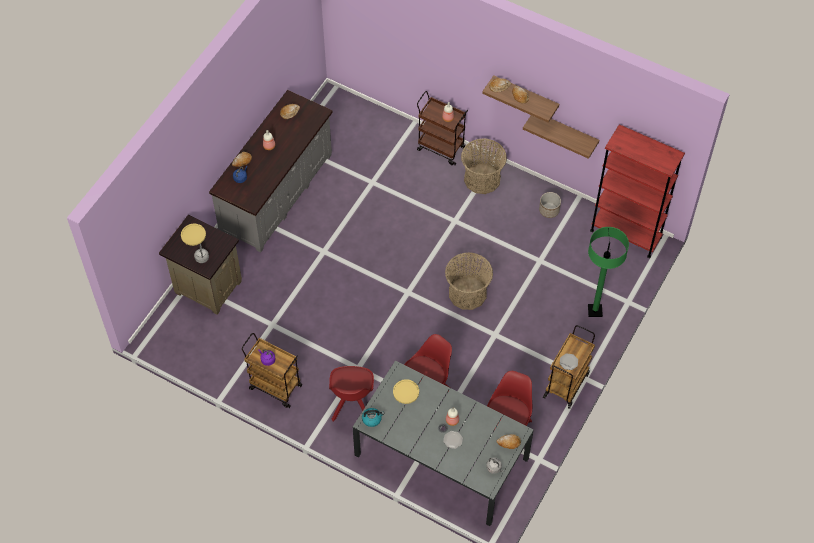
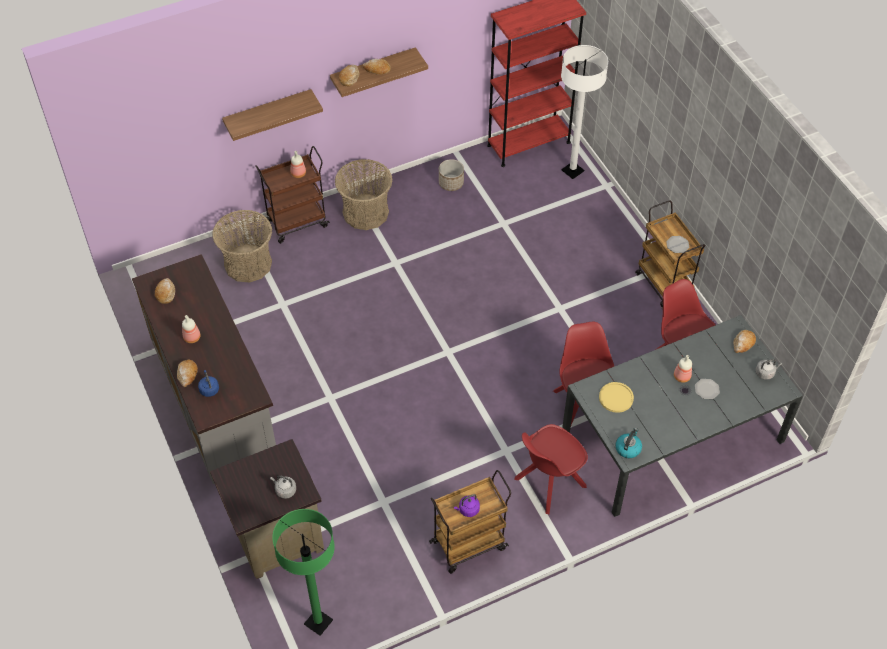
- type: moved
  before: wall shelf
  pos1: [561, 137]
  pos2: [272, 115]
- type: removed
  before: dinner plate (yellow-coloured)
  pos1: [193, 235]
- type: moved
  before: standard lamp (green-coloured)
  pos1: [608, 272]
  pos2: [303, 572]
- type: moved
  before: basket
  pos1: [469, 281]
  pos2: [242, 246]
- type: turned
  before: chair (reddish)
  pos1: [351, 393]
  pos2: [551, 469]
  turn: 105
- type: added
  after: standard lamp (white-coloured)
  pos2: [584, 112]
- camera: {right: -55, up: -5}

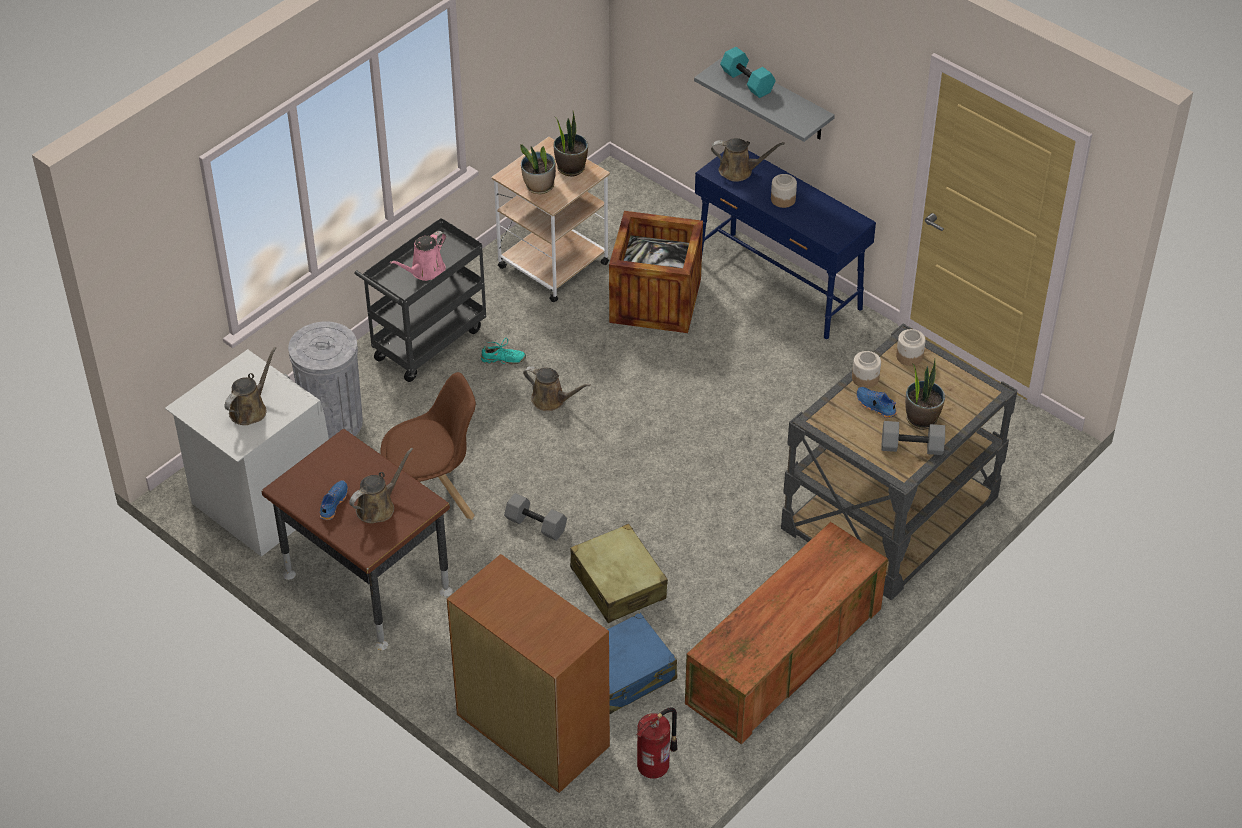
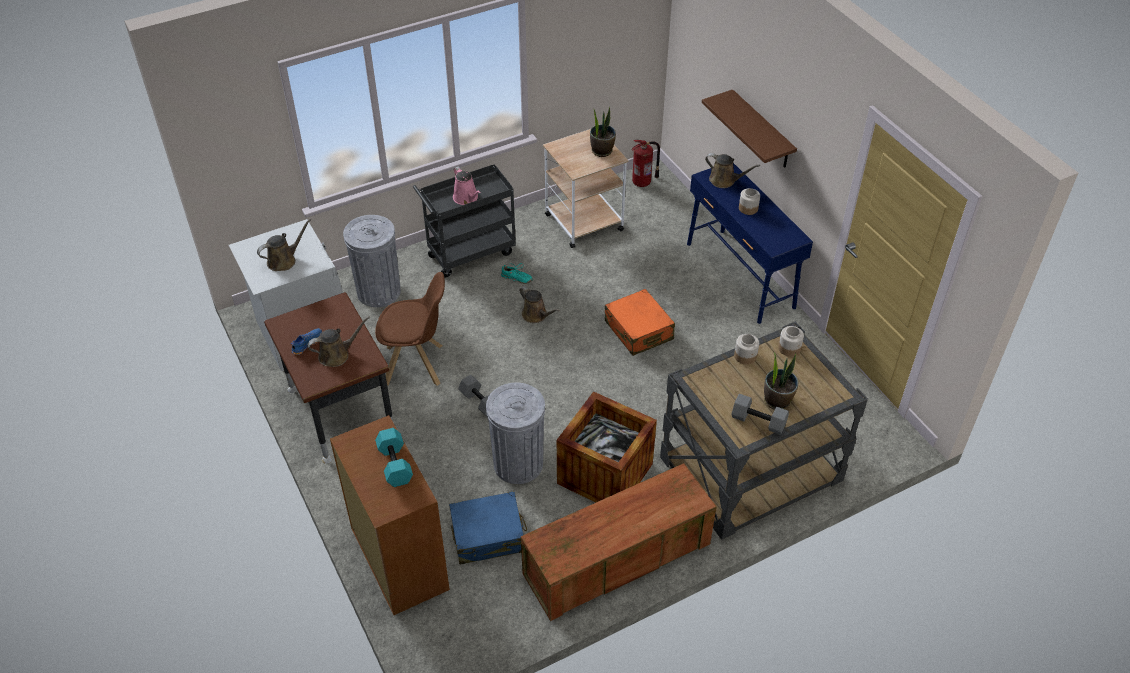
- type: moved
  before: dumbbell (turquoise-coloured)
  pos1: [748, 72]
  pos2: [394, 457]
- type: recoloured
  before: wall shelf (gray)
  after: wall shelf (brownish)
  pos1: [764, 99]
  pos2: [749, 128]
- type: removed
  before: plant in a pot
  pos1: [538, 169]
- type: moved
  before: crate
  pos1: [656, 272]
  pos2: [607, 447]
- type: turned
  before: watering pot (pink)
  pos1: [418, 256]
  pos2: [466, 186]
  turn: -90
- type: removed
  before: shoe (blue)
  pos1: [877, 402]
- type: replaced
  before: suitcase (beige)
  after: rubbish bin (gray)
  pos1: [619, 573]
  pos2: [515, 433]
- type: moved
  before: extinguisher
  pos1: [657, 743]
  pos2: [645, 163]
- type: added
  after: suitcase (orange)
  pos2: [640, 322]
- camera: {right: 20, up: 0}

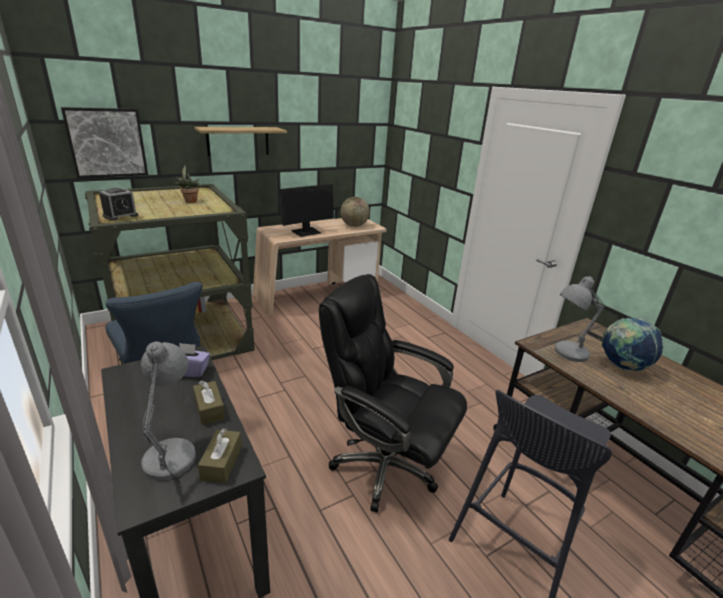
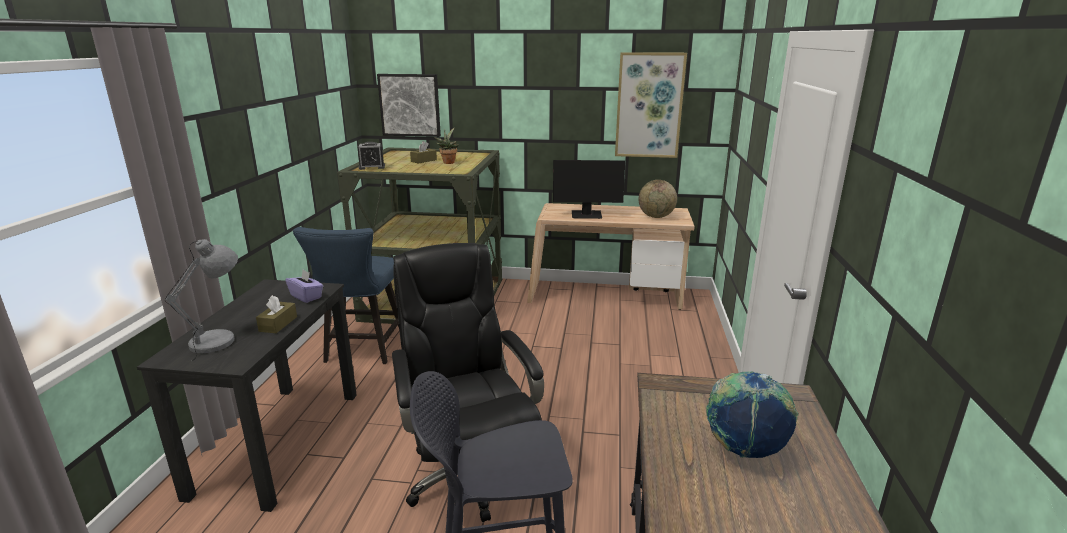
- type: removed
  before: wall shelf
  pos1: [240, 141]
- type: removed
  before: tabletop lamp (gray)
  pos1: [580, 318]
- type: moved
  before: tissue holder (brownish)
  pos1: [220, 455]
  pos2: [423, 152]
- type: added
  after: wall art
  pos2: [651, 105]
- camera: {right: 40, up: -5}

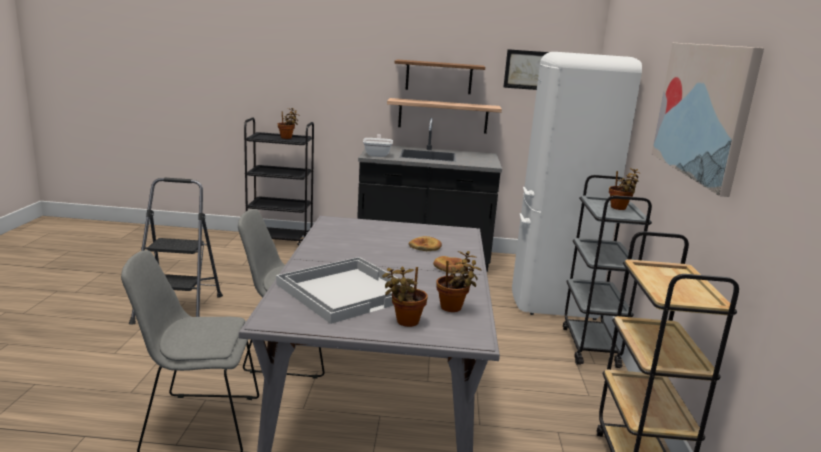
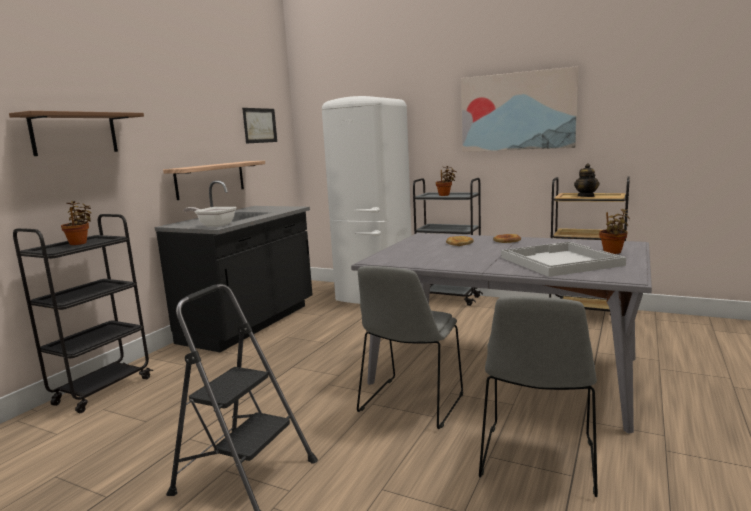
- type: moved
  before: wall shelf (brownish)
  pos1: [439, 76]
  pos2: [76, 133]
- type: removed
  before: plant in a pot
  pos1: [459, 281]
- type: added
  after: tea pot
  pos2: [587, 180]
- camera: {right: -65, up: -5}

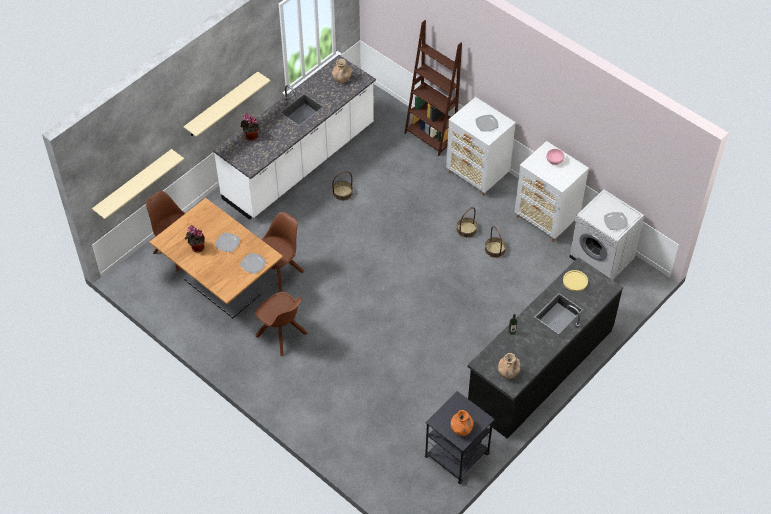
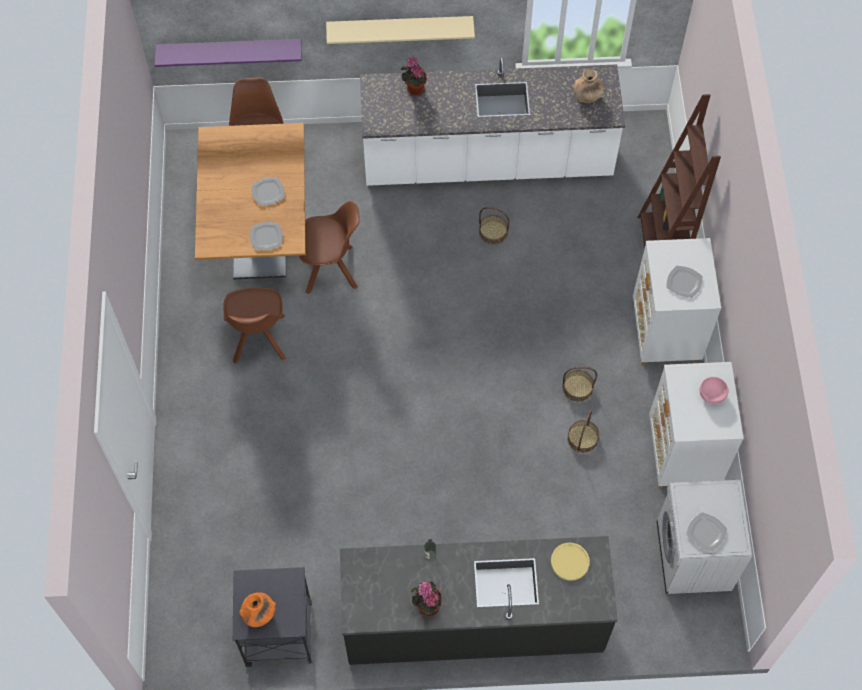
- type: recoloured
  before: wall shelf (beige)
  after: wall shelf (purple)
  pos1: [138, 184]
  pos2: [228, 53]
- type: moved
  before: plant in a pot
  pos1: [195, 239]
  pos2: [426, 599]
- type: removed
  before: decorative vase (brownish)
  pos1: [509, 366]
- camera: {right: 45, up: 10}

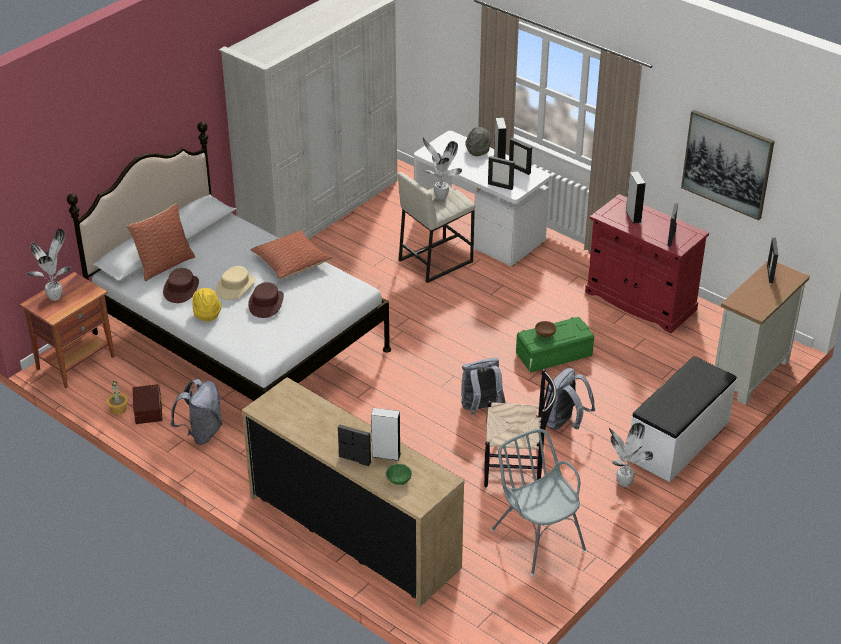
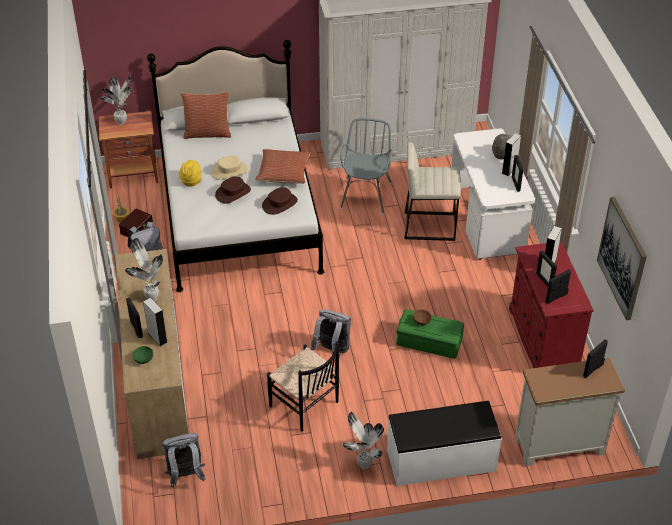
- type: moved
  before: plant in a pot
  pos1: [442, 168]
  pos2: [144, 269]
- type: moved
  before: standing frame
  pos1: [501, 173]
  pos2: [546, 268]
- type: moved
  before: wearable hat (brownish)
  pos1: [181, 285]
  pos2: [280, 201]
- type: moved
  before: knapsack (gray)
  pos1: [570, 399]
  pos2: [183, 460]
- type: moved
  before: chair (gray)
  pos1: [539, 502]
  pos2: [366, 166]
- camera: {right: 40, up: 5}

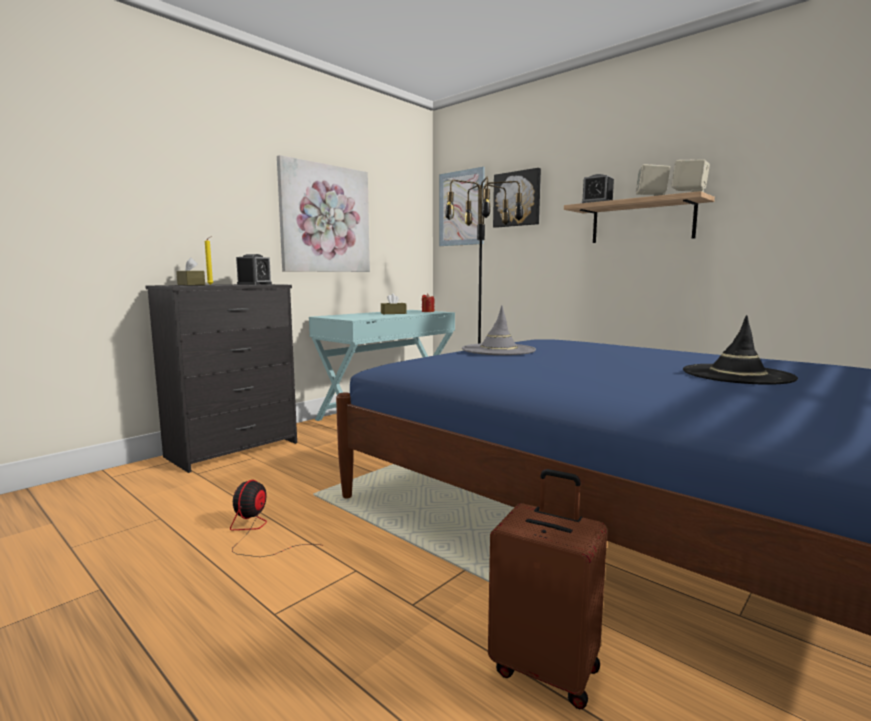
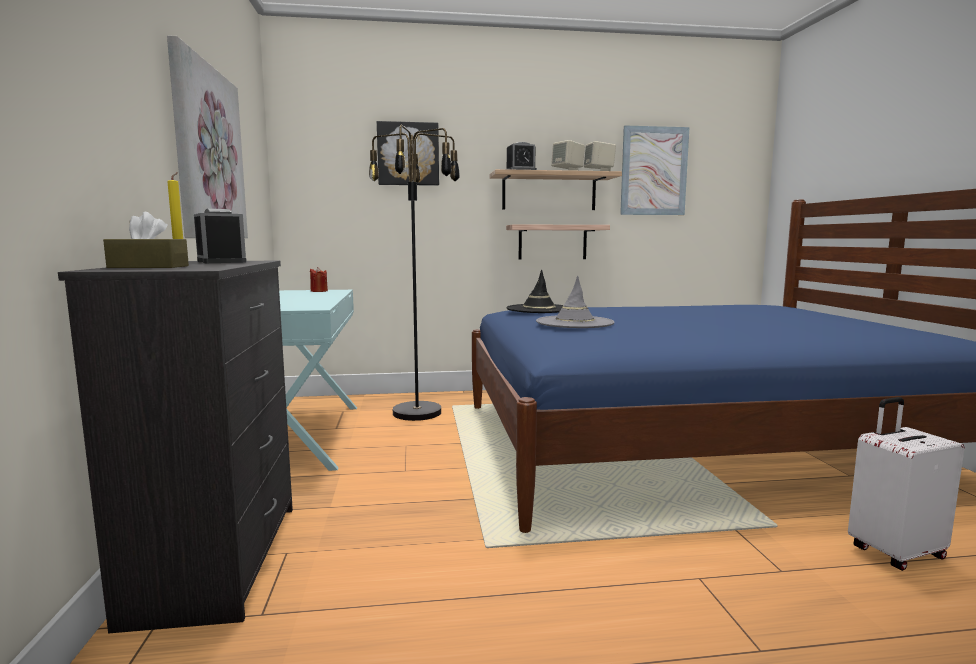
- type: moved
  before: wall art
  pos1: [462, 206]
  pos2: [654, 170]
- type: removed
  before: tissue holder (brownish)
  pos1: [393, 303]
- type: moved
  before: wearable hat (black-coloured)
  pos1: [740, 350]
  pos2: [534, 291]
- type: recoloured
  before: suitcase (brownish)
  after: suitcase (white-coloured)
  pos1: [547, 589]
  pos2: [906, 484]
- type: removed
  before: electric fan
  pos1: [274, 518]
- type: added
  after: wall shelf
  pos2: [558, 242]
- camera: {right: -50, up: 0}

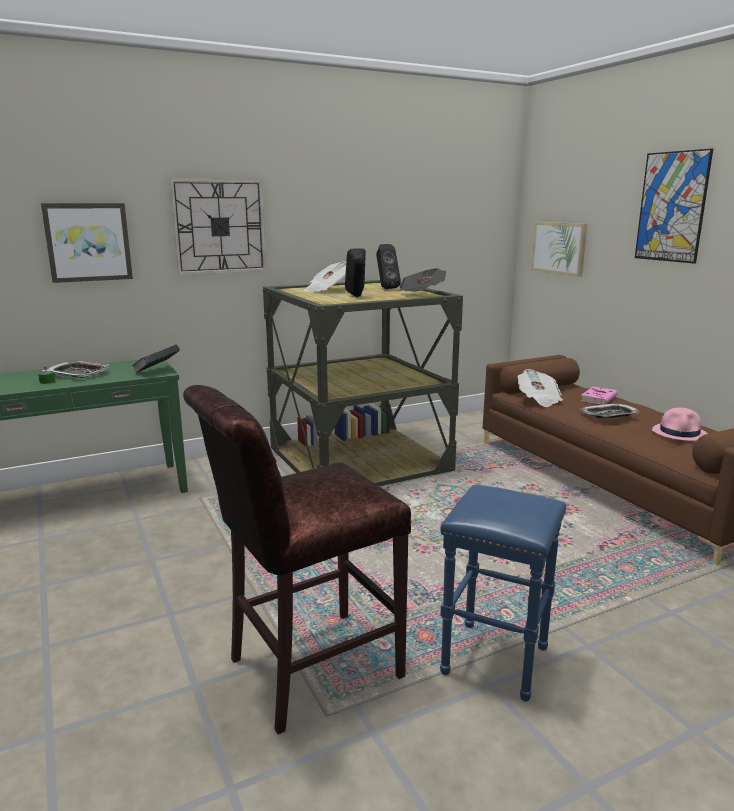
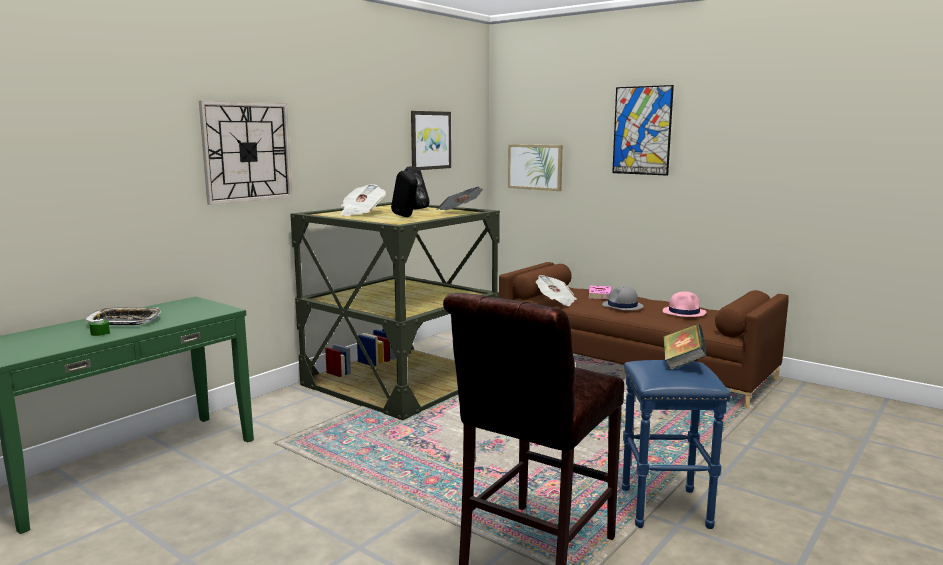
- type: moved
  before: wall art
  pos1: [87, 243]
  pos2: [431, 140]
- type: moved
  before: book
  pos1: [156, 358]
  pos2: [685, 347]
- type: replaced
  before: carrying tray
  after: wearable hat (gray)
  pos1: [610, 411]
  pos2: [623, 298]
- camera: {right: -25, up: -5}

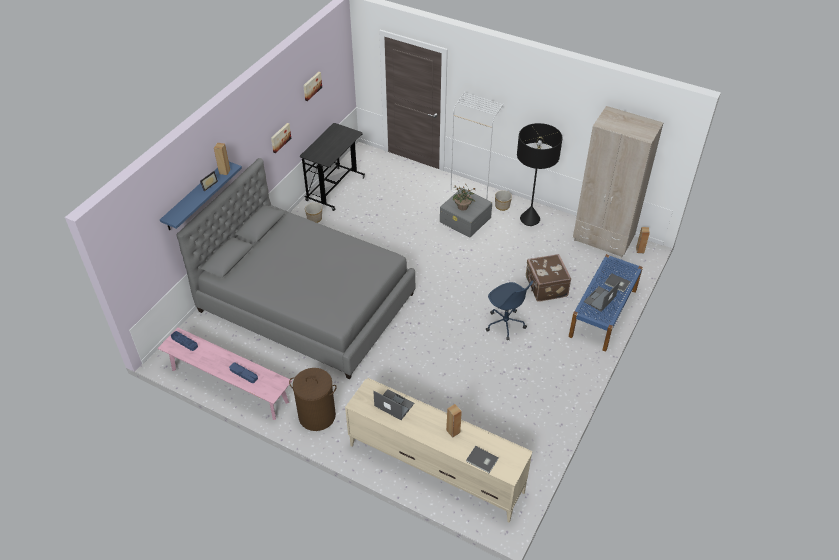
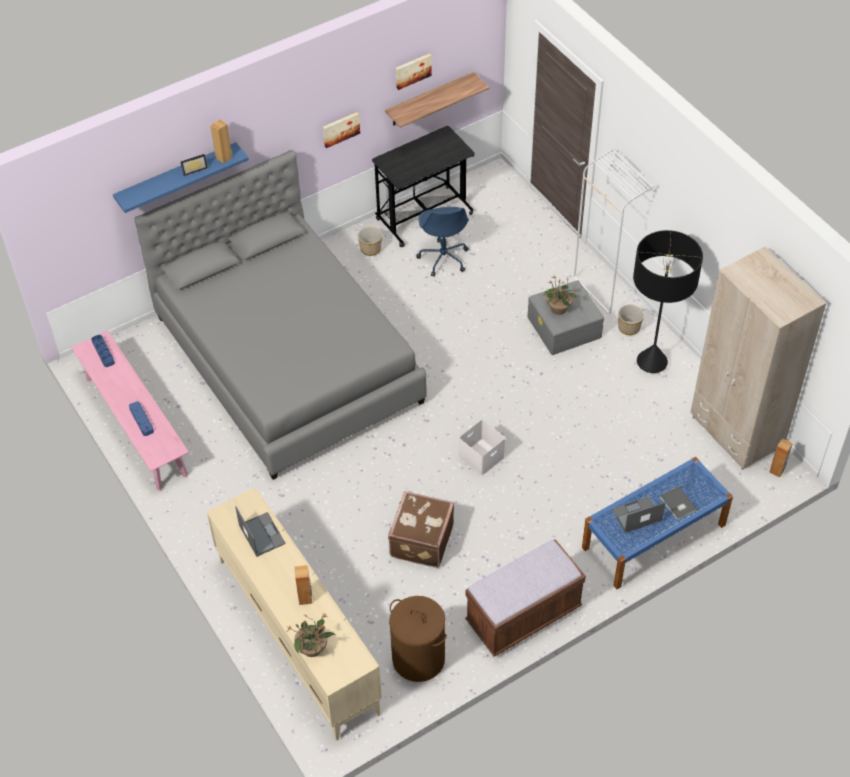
- type: moved
  before: suitcase (brownish)
  pos1: [548, 278]
  pos2: [421, 529]
- type: moved
  before: computer chair (blue)
  pos1: [509, 310]
  pos2: [442, 242]
- type: moved
  before: hamper (brownish)
  pos1: [313, 399]
  pos2: [418, 639]
- type: replaced
  before: book (gray)
  after: plant in a pot
  pos1: [482, 459]
  pos2: [311, 635]
- type: added
  after: wall shelf
  pos2: [437, 100]
- type: added
  after: storage container (white-coloured)
  pos2: [482, 447]
- type: added
  after: long seat (brownish)
  pos2: [525, 598]
- camera: {right: 30, up: 5}

